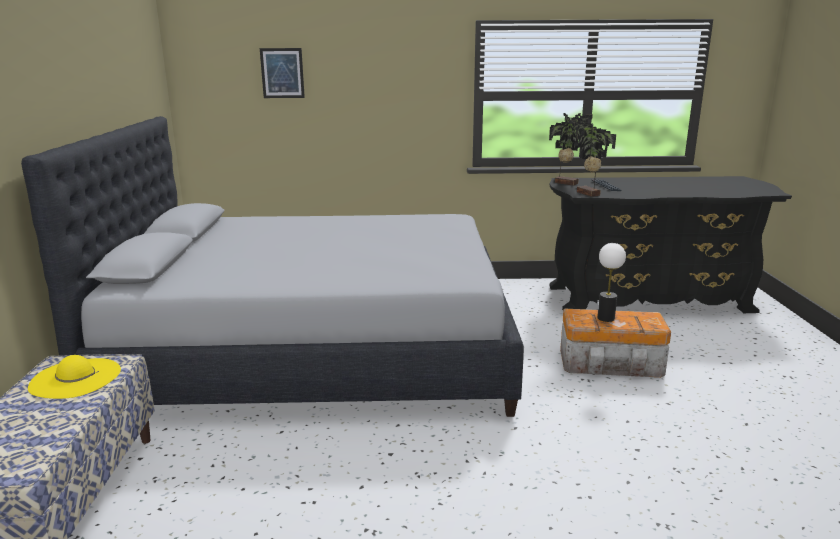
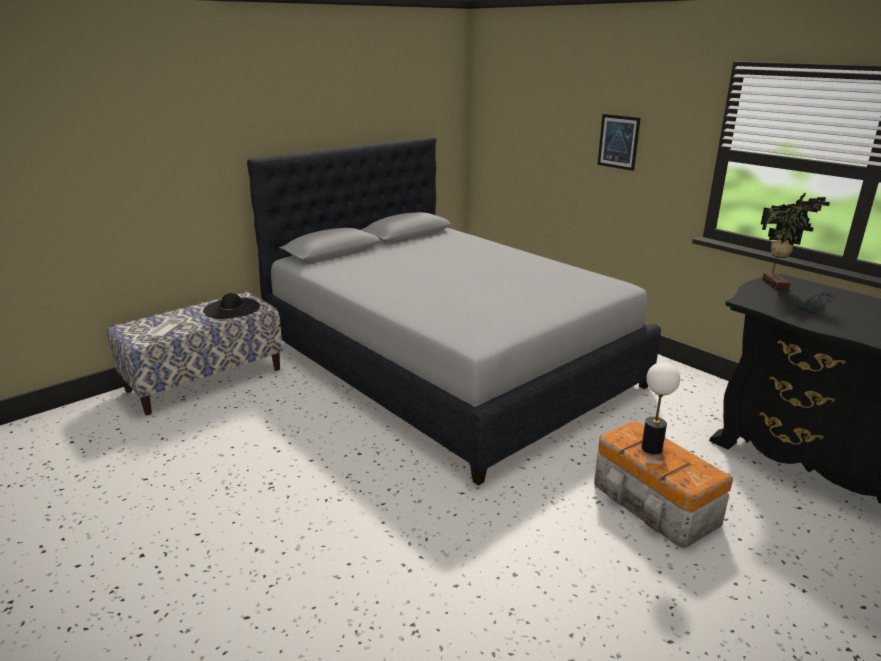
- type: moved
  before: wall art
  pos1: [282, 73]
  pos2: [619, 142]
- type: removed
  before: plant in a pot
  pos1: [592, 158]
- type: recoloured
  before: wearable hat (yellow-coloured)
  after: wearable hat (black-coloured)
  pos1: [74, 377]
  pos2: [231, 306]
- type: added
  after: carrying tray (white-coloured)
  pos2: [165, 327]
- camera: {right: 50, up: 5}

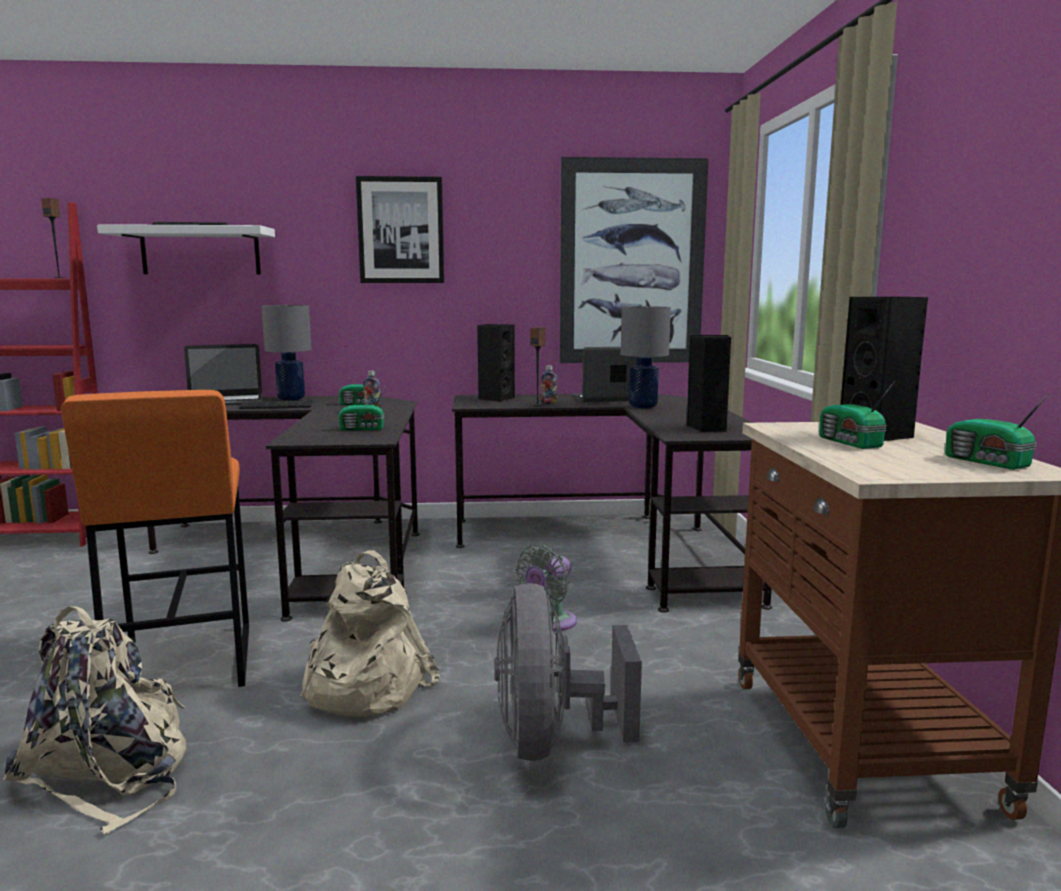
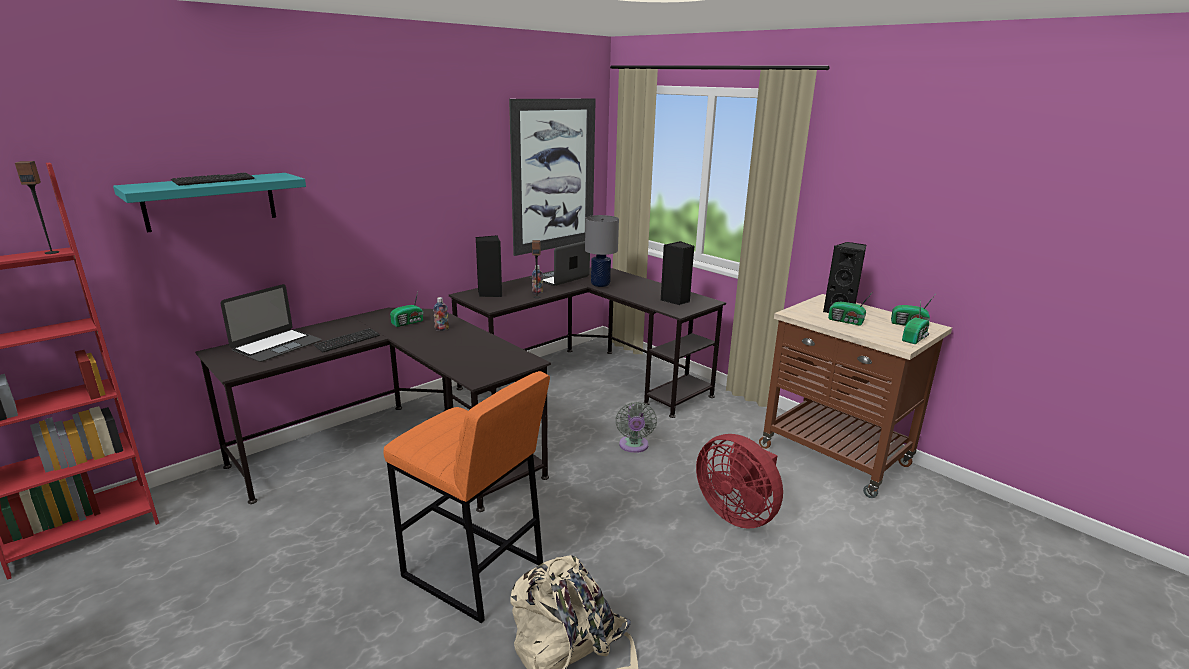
- type: removed
  before: wall art
  pos1: [400, 229]
- type: recoloured
  before: wall shelf (white-coloured)
  after: wall shelf (turquoise-coloured)
  pos1: [186, 249]
  pos2: [209, 203]
- type: removed
  before: tabletop lamp (gray)
  pos1: [286, 352]
- type: moved
  before: radio
  pos1: [361, 409]
  pos2: [915, 323]
- type: removed
  before: knapsack (beige)
  pos1: [369, 634]
- type: recoloured
  before: electric fan (gray)
  after: electric fan (reddish)
  pos1: [568, 672]
  pos2: [739, 481]
- camera: {right: -40, up: 10}

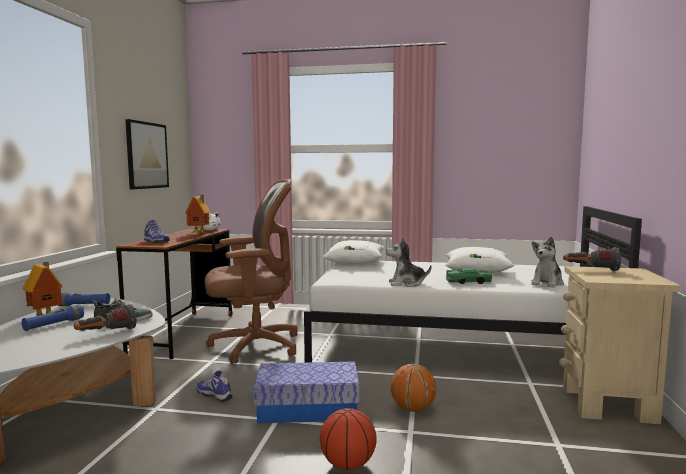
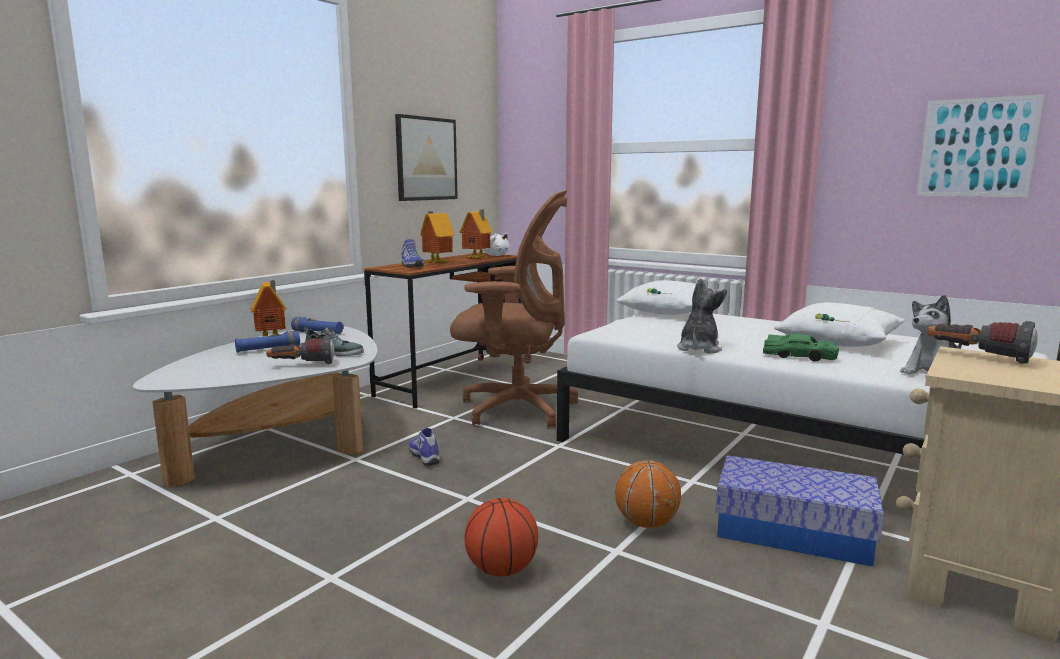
- type: turned
  before: cuddly toy
  pos1: [409, 262]
  pos2: [702, 316]
  turn: 90
- type: moved
  before: storage container
  pos1: [306, 392]
  pos2: [799, 511]
- type: added
  after: wall art
  pos2: [980, 146]
- type: added
  after: model house
  pos2: [437, 237]
- camera: {right: 25, up: 5}

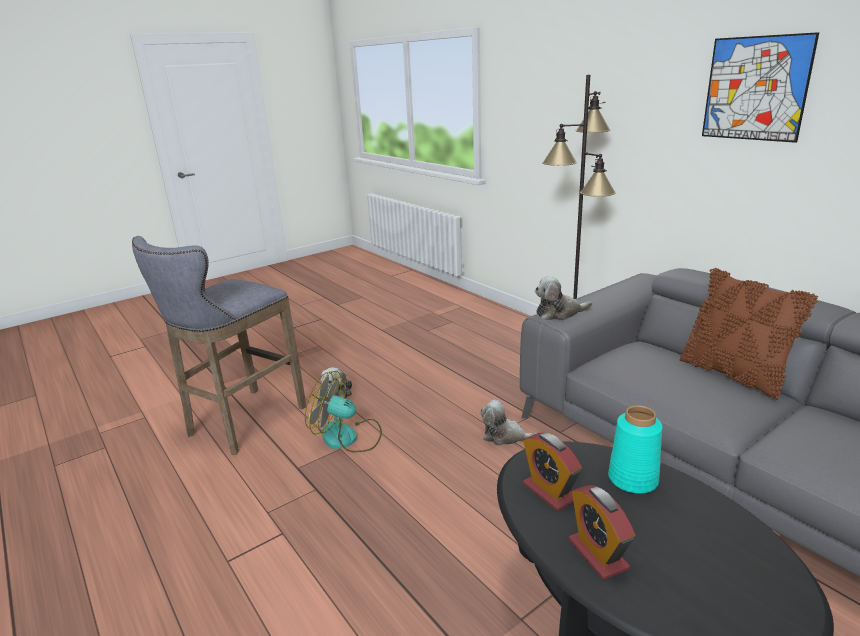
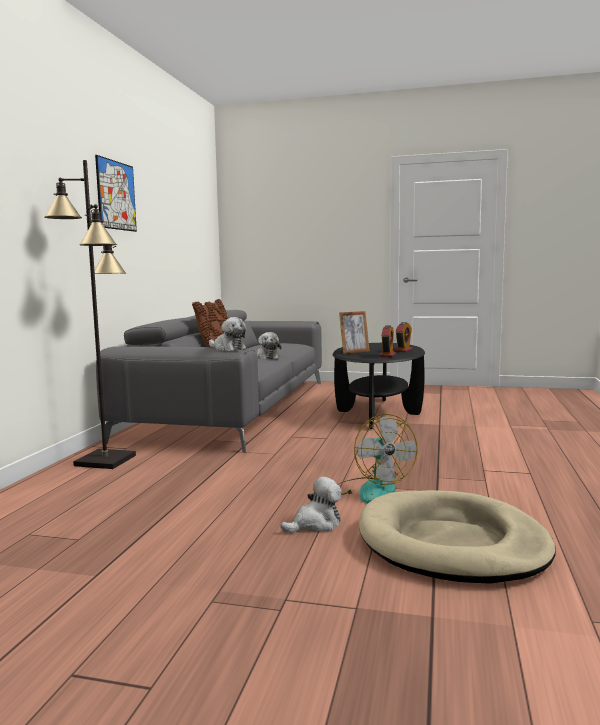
- type: replaced
  before: stool (gray)
  after: dog bed (beige)
  pos1: [219, 345]
  pos2: [457, 537]
- type: moved
  before: cuddly toy
  pos1: [509, 423]
  pos2: [269, 345]
- type: replaced
  before: decorative vase (turquoise-coloured)
  after: standing frame
  pos1: [635, 449]
  pos2: [354, 332]
- camera: {right: -130, up: -15}

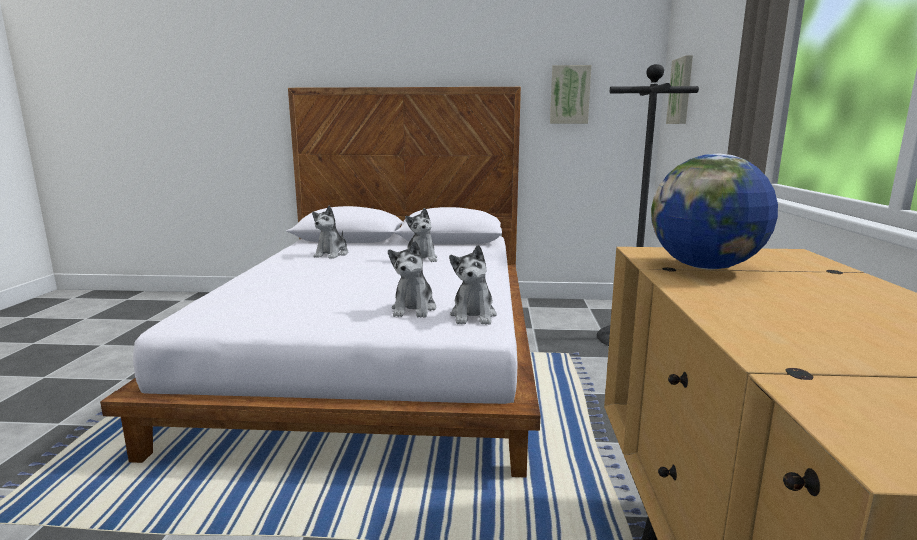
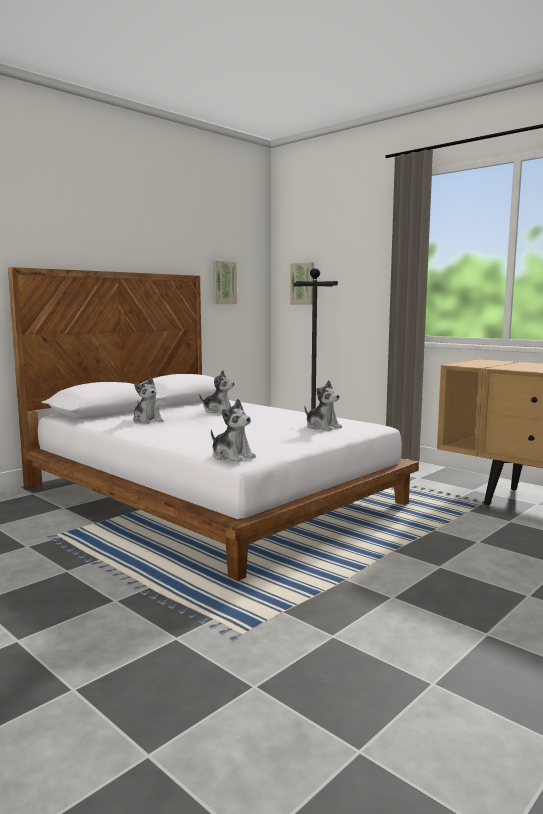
- type: removed
  before: desk globe
  pos1: [714, 211]
- type: moved
  before: cuddly toy
  pos1: [473, 285]
  pos2: [233, 430]
- camera: {right: -50, up: -5}

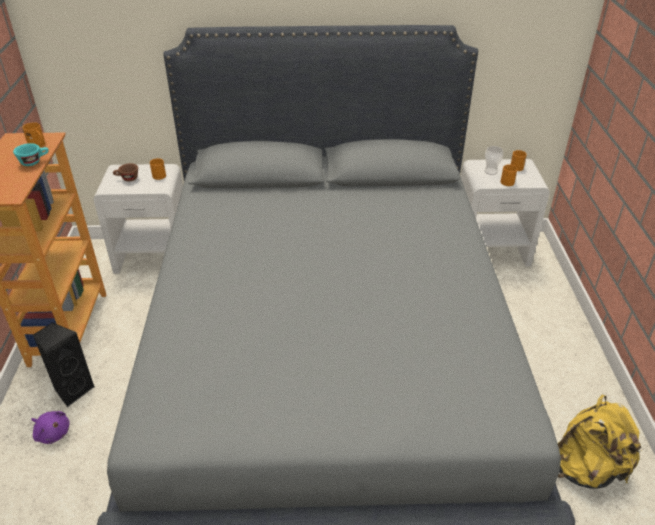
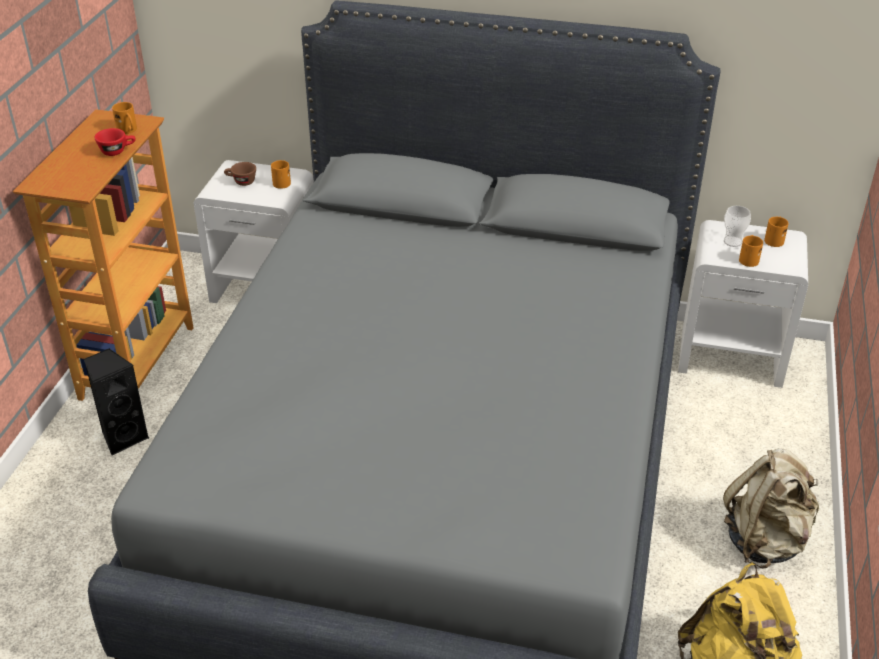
- type: recoloured
  before: drinking cup (turquoise-coloured)
  after: drinking cup (reddish)
  pos1: [31, 154]
  pos2: [115, 142]
- type: removed
  before: cuddly toy (purple)
  pos1: [50, 427]
- type: added
  after: knapsack (beige)
  pos2: [771, 508]
- camera: {right: 15, up: 0}

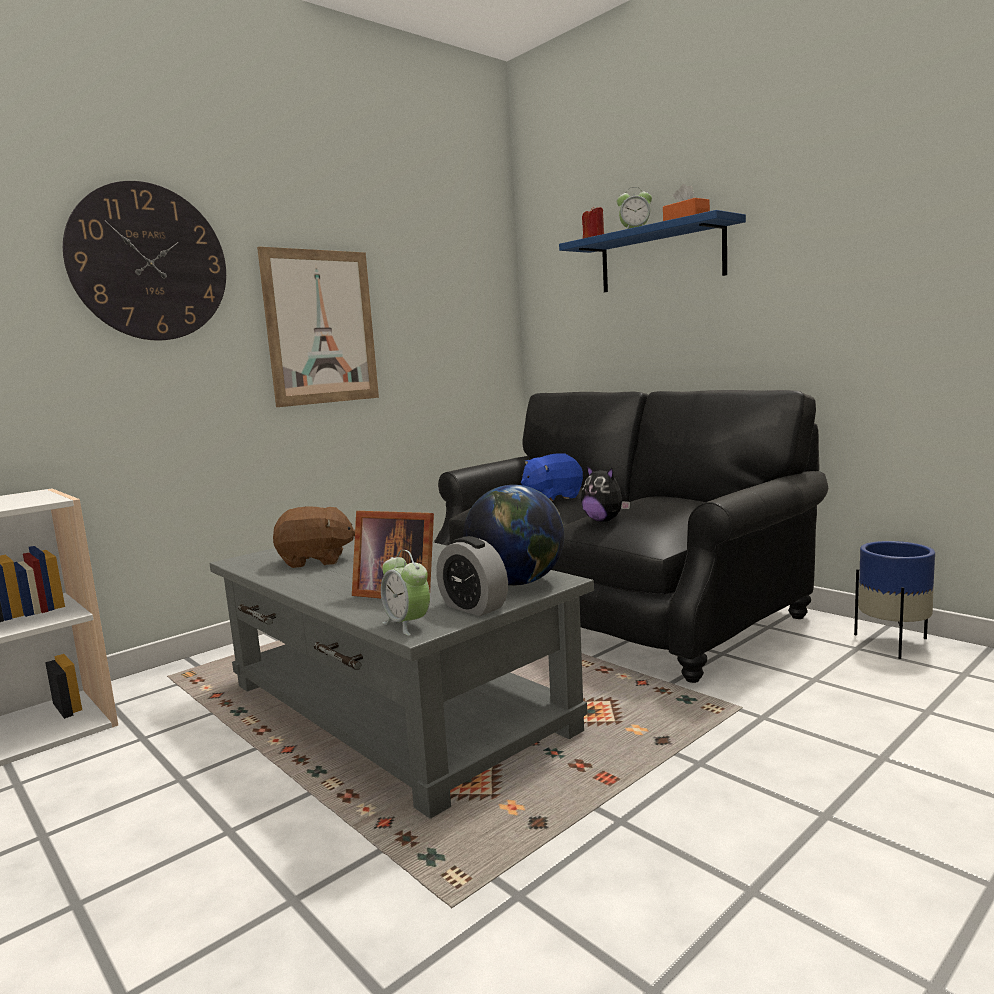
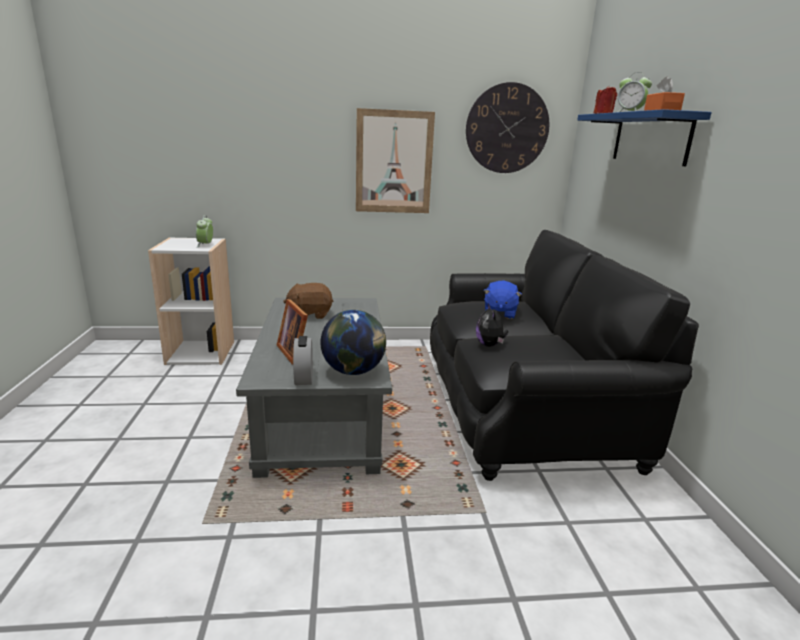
- type: moved
  before: clock on the wall
  pos1: [144, 261]
  pos2: [507, 127]
- type: turned
  before: cuddly toy (blue)
  pos1: [552, 477]
  pos2: [502, 300]
  turn: -90
- type: turned
  before: cuddly toy (brownish)
  pos1: [314, 537]
  pos2: [308, 301]
  turn: 135
- type: removed
  before: plant pot (blue)
  pos1: [894, 600]
- type: moved
  before: table clock
  pos1: [405, 593]
  pos2: [204, 231]
- camera: {right: 35, up: 10}

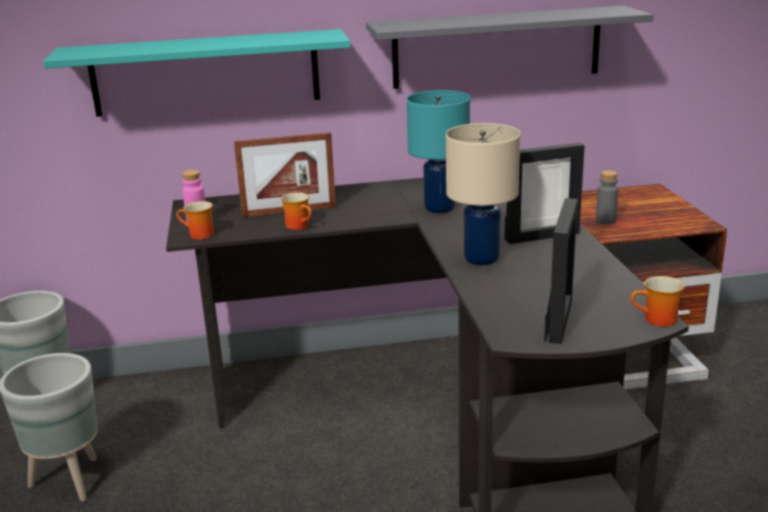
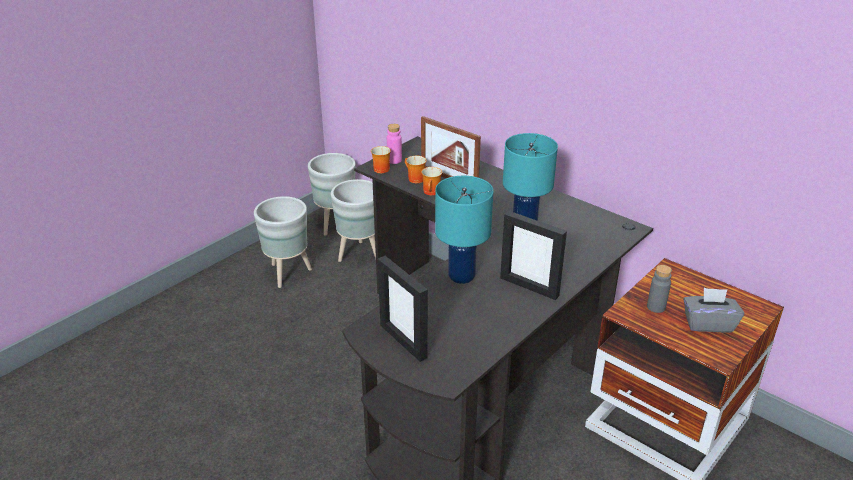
- type: removed
  before: wall shelf (gray)
  pos1: [510, 47]
- type: removed
  before: wall shelf (turquoise-coloured)
  pos1: [197, 73]
- type: recoloured
  before: tabletop lamp (beige)
  after: tabletop lamp (turquoise-coloured)
  pos1: [483, 194]
  pos2: [464, 230]
- type: turned
  before: standing frame
  pos1: [561, 271]
  pos2: [403, 309]
  turn: 75
- type: moved
  before: tea mug
  pos1: [658, 301]
  pos2: [416, 169]
- type: added
  after: plant pot (gray)
  pos2: [353, 220]
- type: added
  after: tissue holder (gray)
  pos2: [713, 310]
- camera: {right: 50, up: 10}

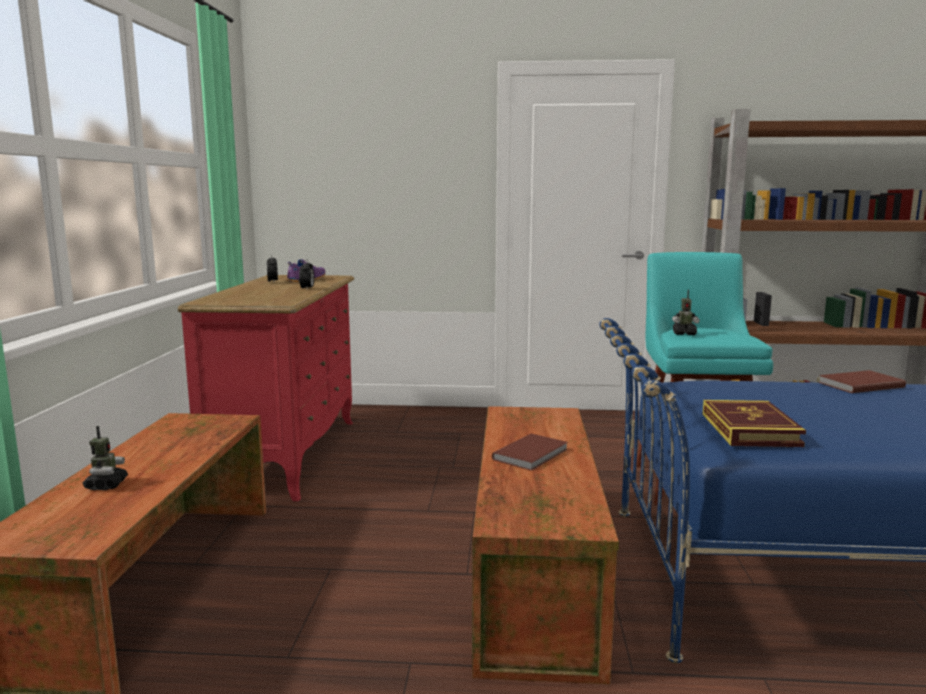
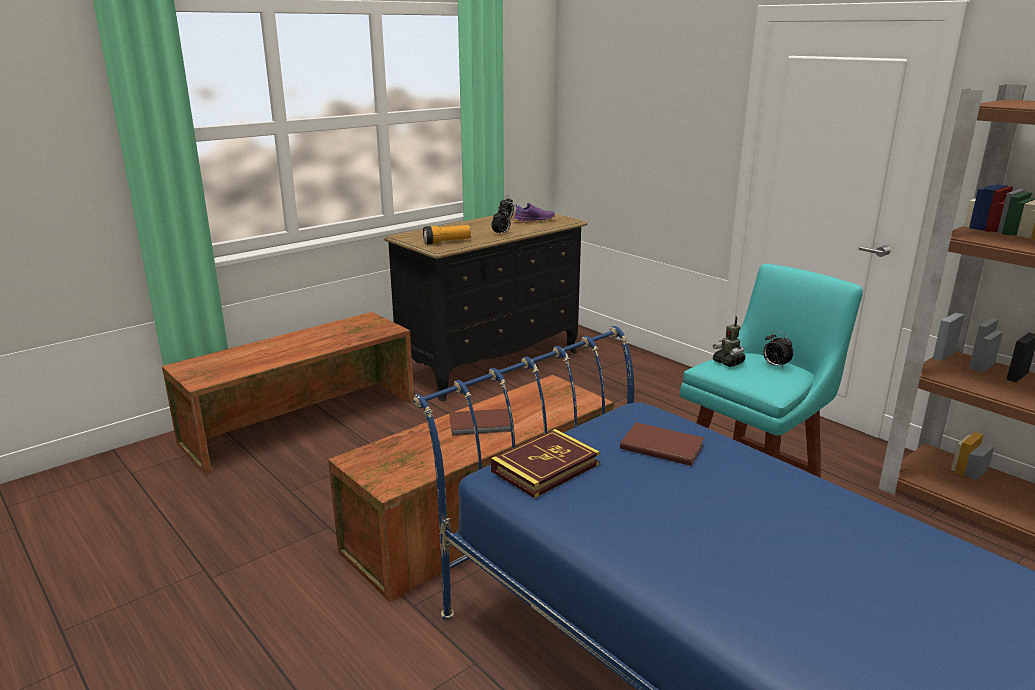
- type: recoloured
  before: drawer chest (reddish)
  after: drawer chest (black-coloured)
  pos1: [266, 388]
  pos2: [486, 306]
- type: moved
  before: book (brownish)
  pos1: [862, 381]
  pos2: [662, 444]
- type: removed
  before: model robot
  pos1: [105, 458]
- type: added
  after: hand torch
  pos2: [447, 235]
- type: added
  after: table clock
  pos2: [778, 350]
- camera: {right: 45, up: 10}

